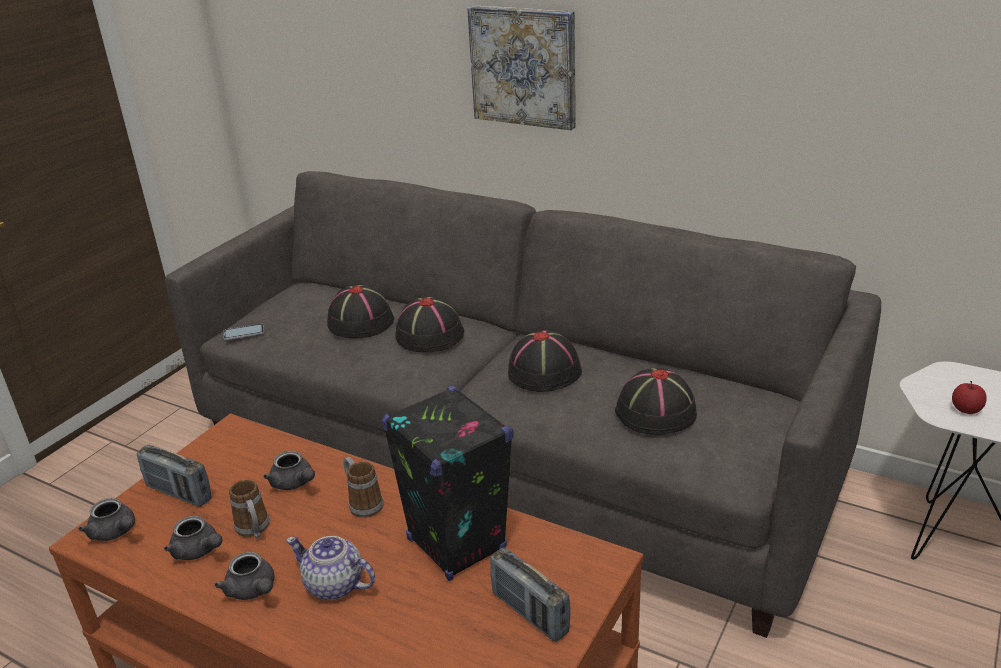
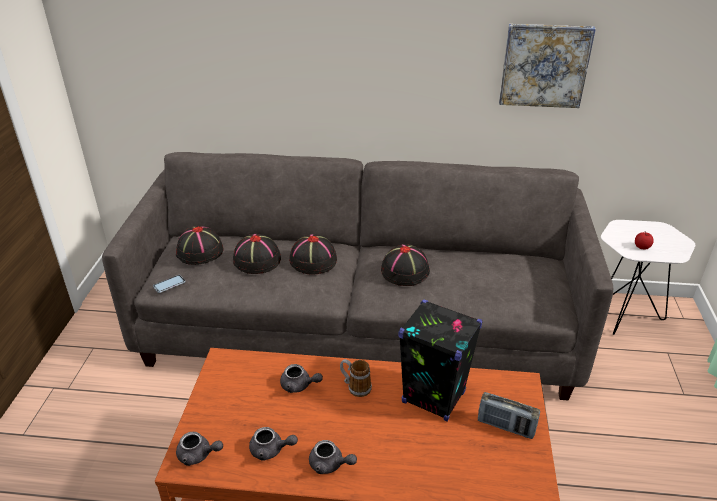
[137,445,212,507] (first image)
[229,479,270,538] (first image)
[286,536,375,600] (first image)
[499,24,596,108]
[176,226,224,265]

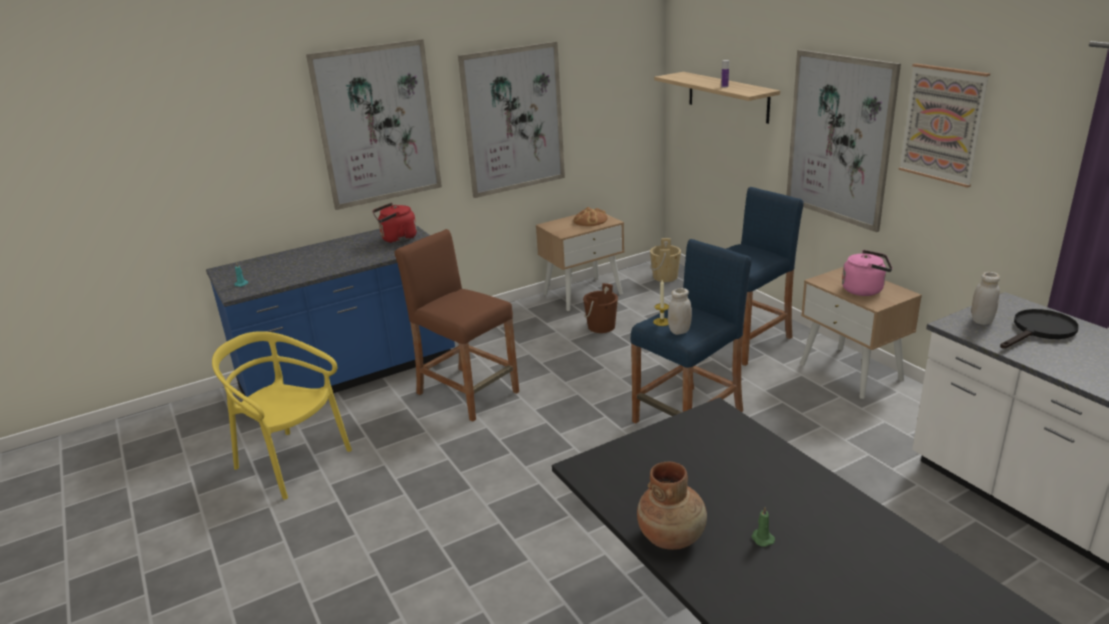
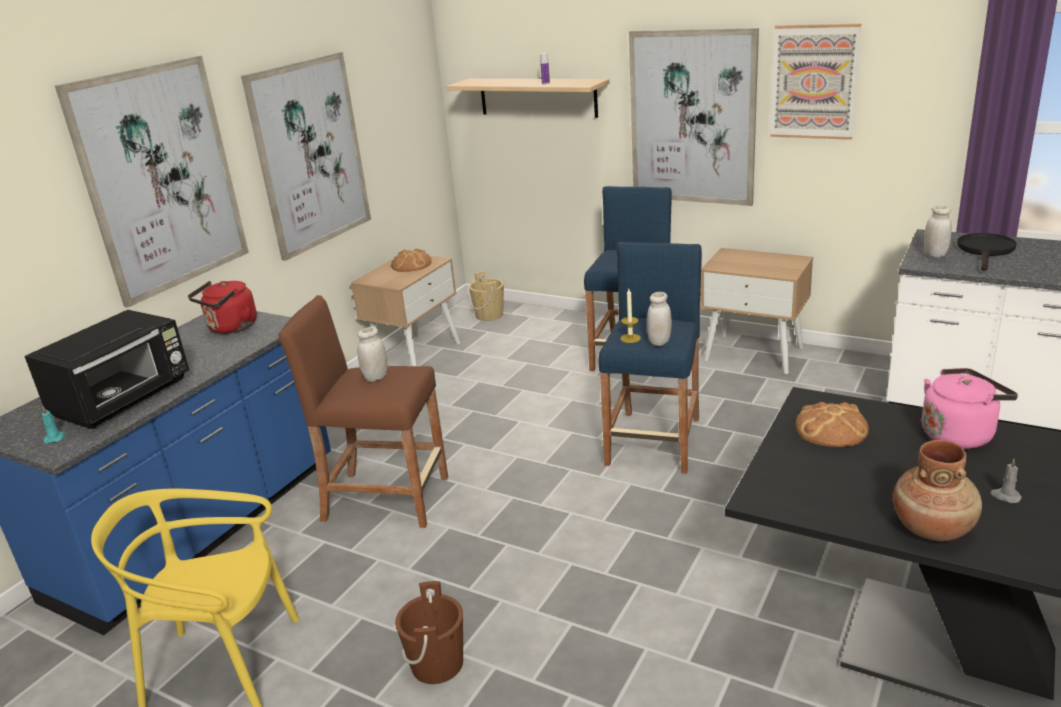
[25,310,189,429]
[357,327,388,382]
[795,402,869,447]
[395,581,463,684]
[922,368,1018,449]
[990,459,1022,503]

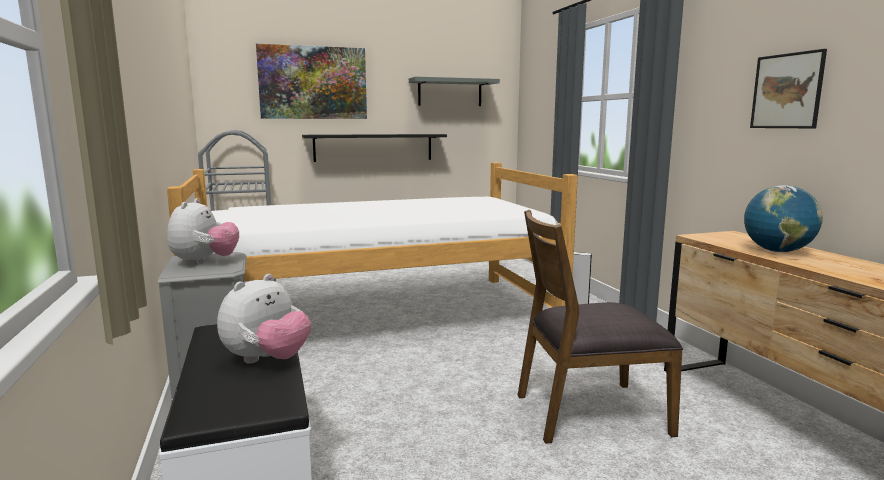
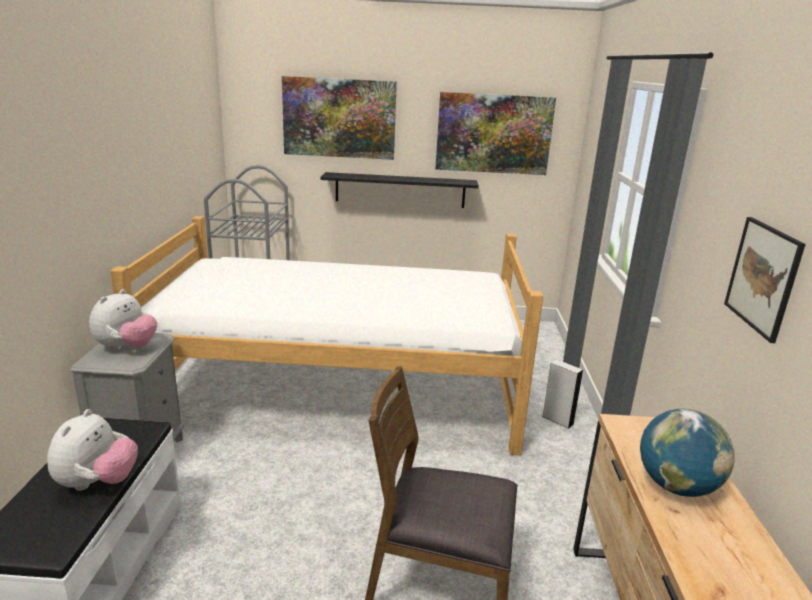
[435,92,556,175]
[47,409,138,491]

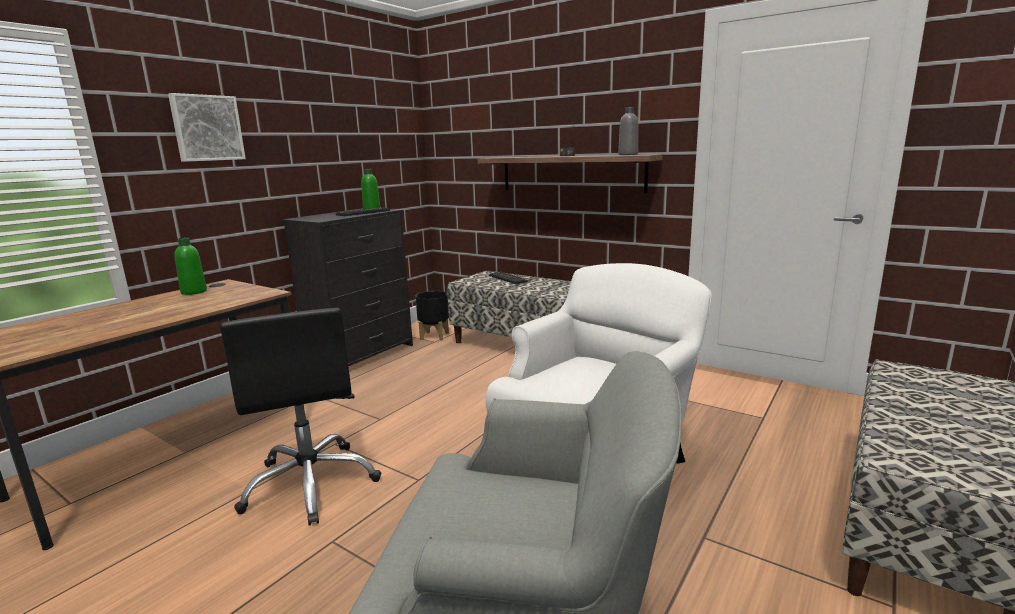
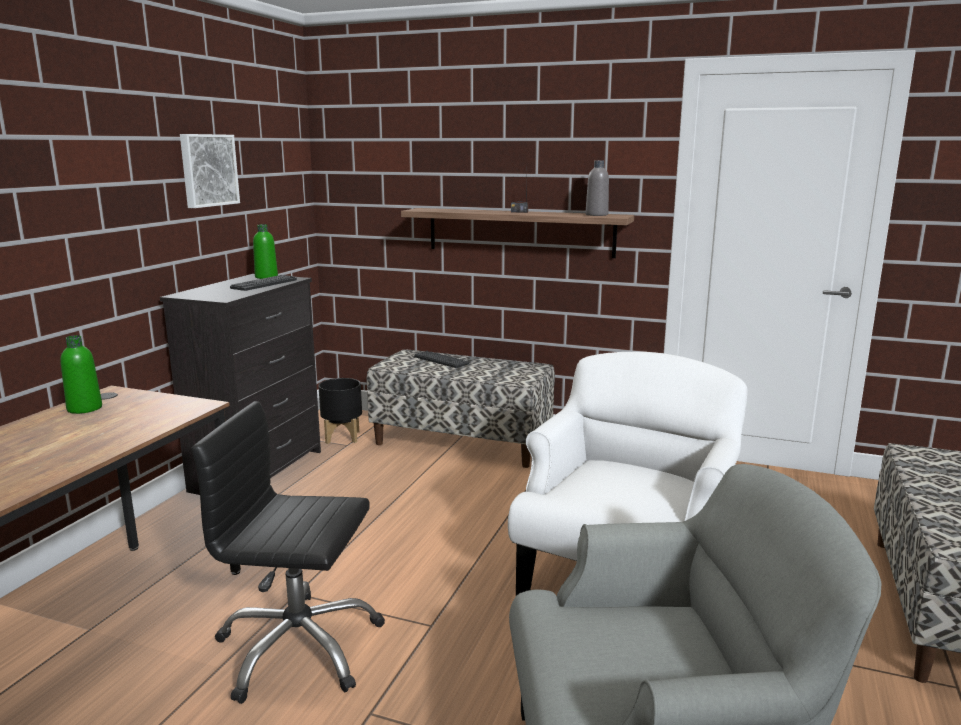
[180,134,240,208]
[191,401,385,704]

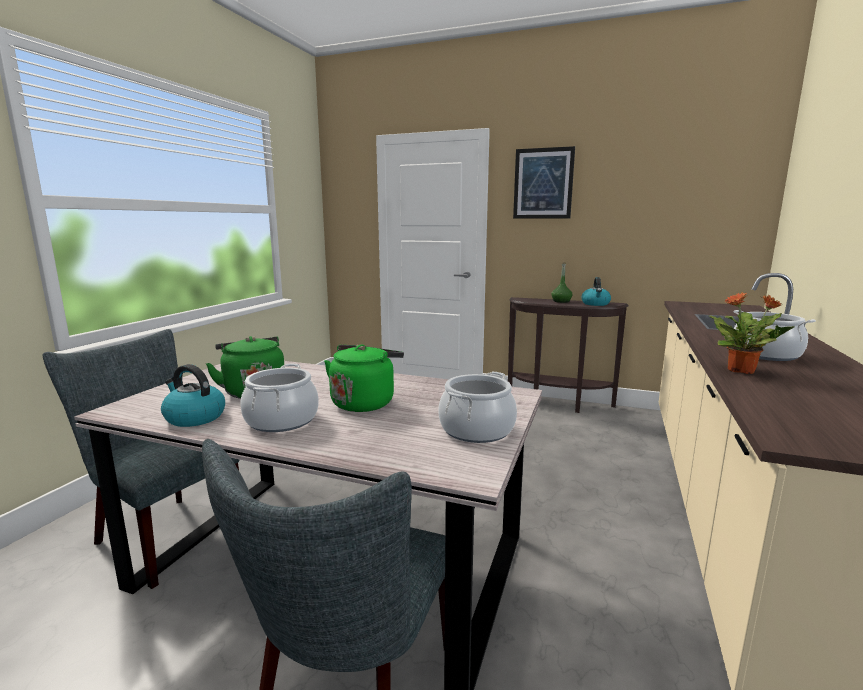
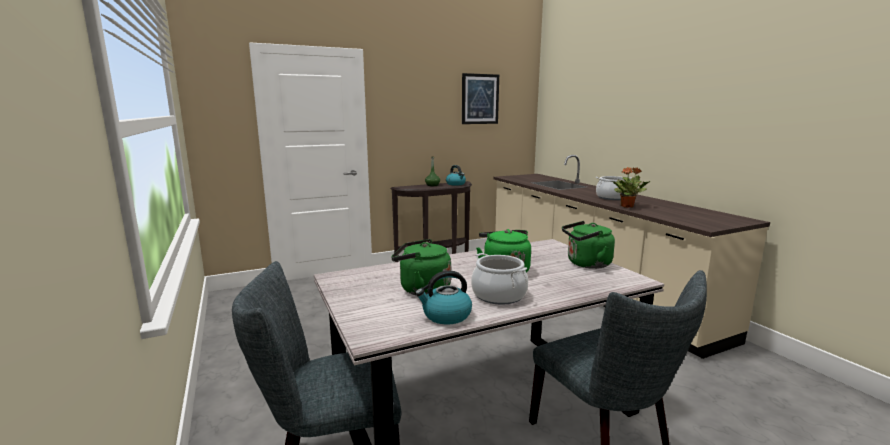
[462,73,499,124]
[562,221,615,269]

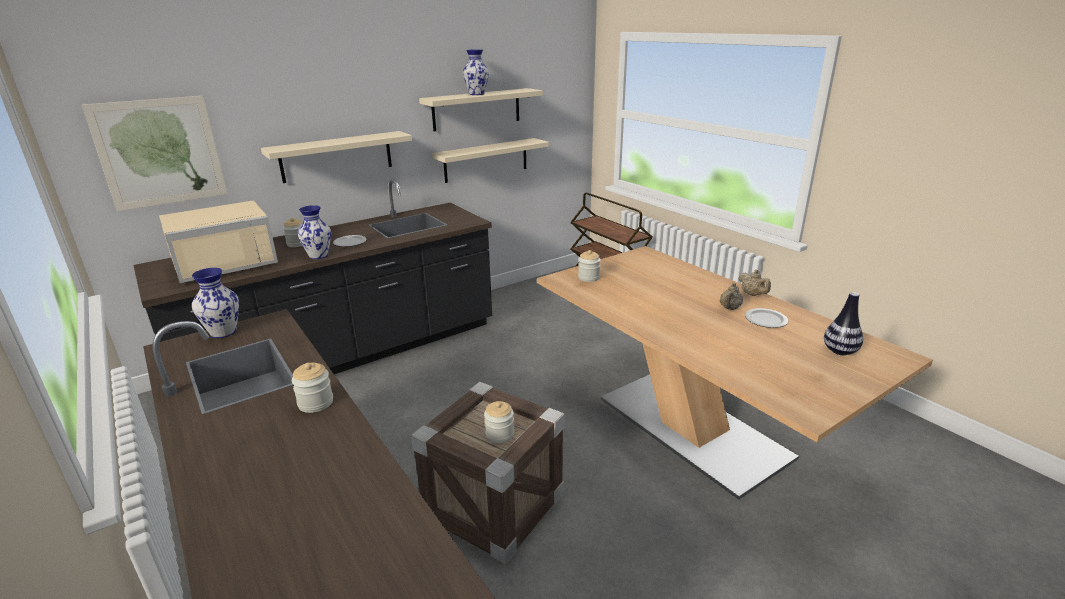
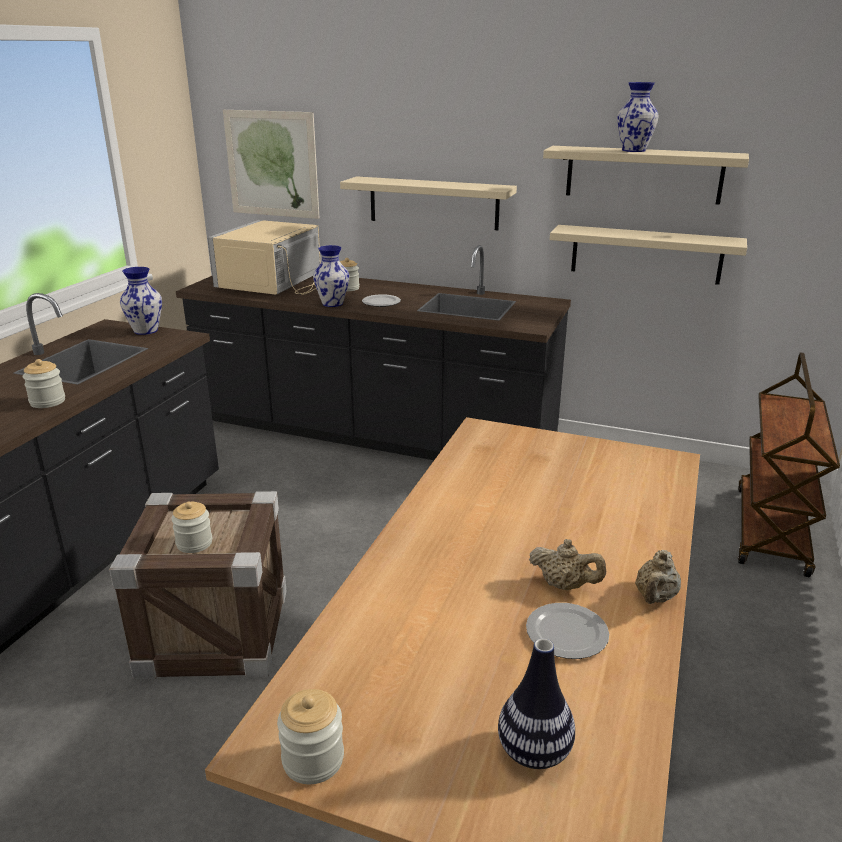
[277,689,344,784]
[208,220,321,295]
[529,539,606,590]

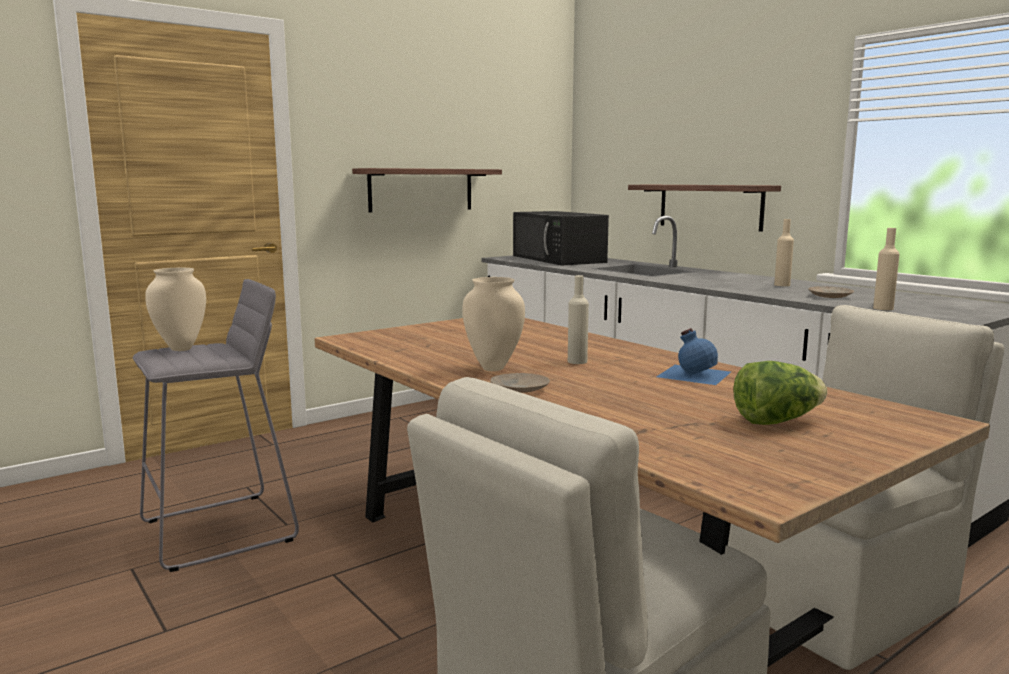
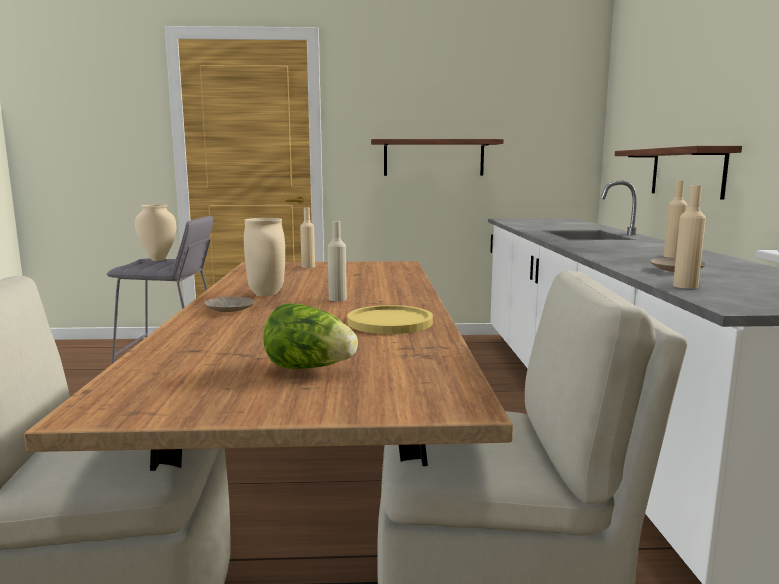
[513,211,609,266] (first image)
[300,207,315,268]
[347,305,433,334]

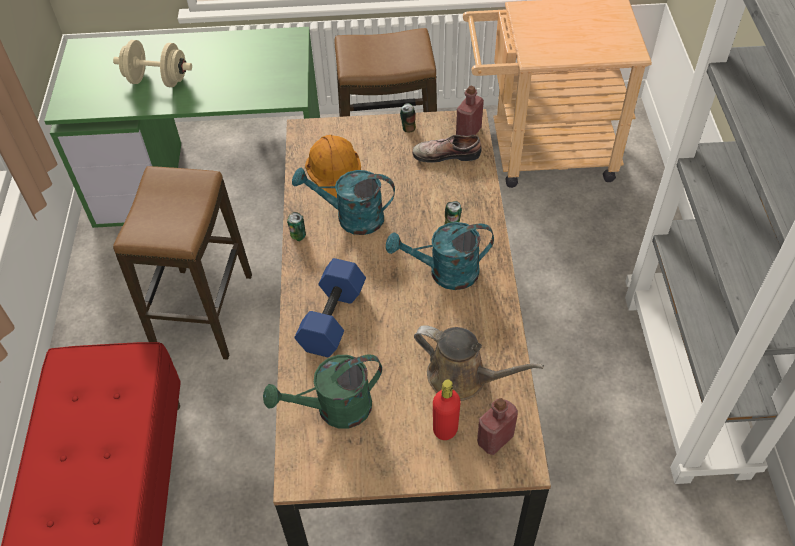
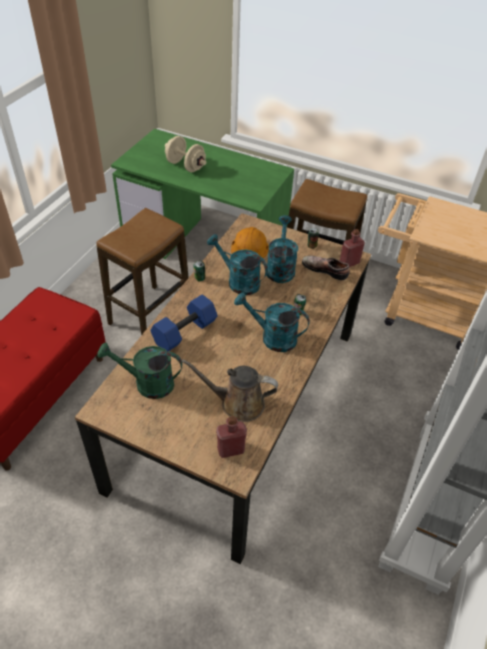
[433,380,461,440] (first image)
[267,215,298,283]
[181,359,278,422]

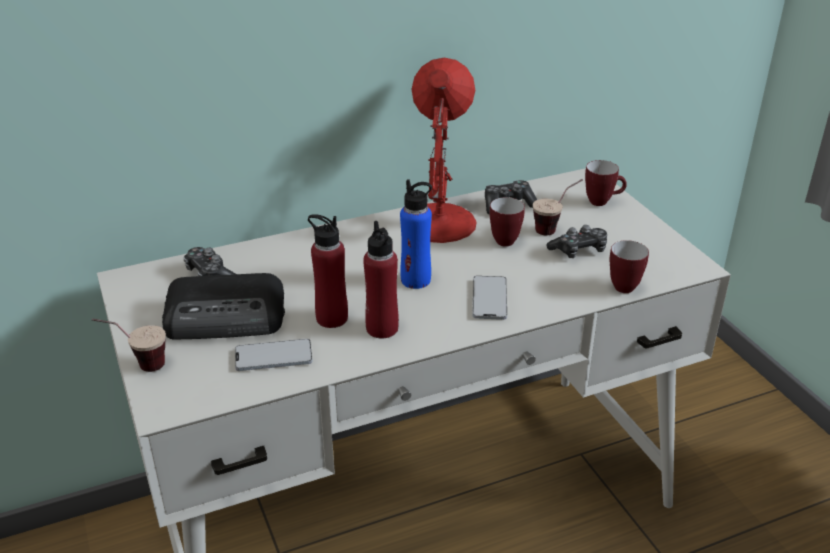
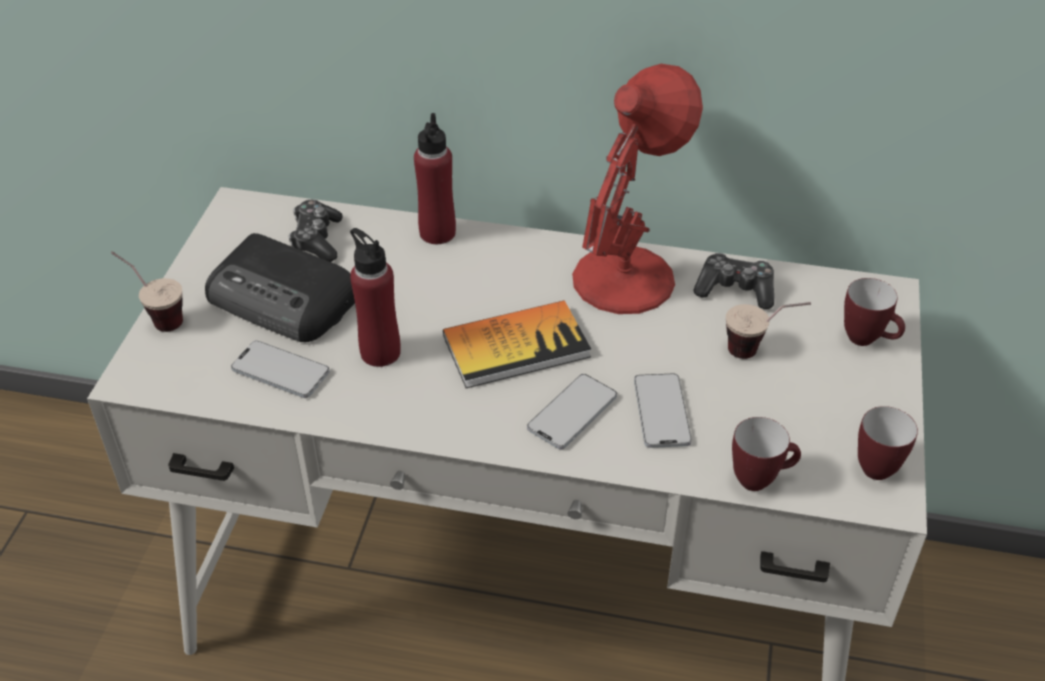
[547,225,607,258] (first image)
[634,373,692,448]
[414,113,456,244]
[858,406,918,480]
[443,300,591,388]

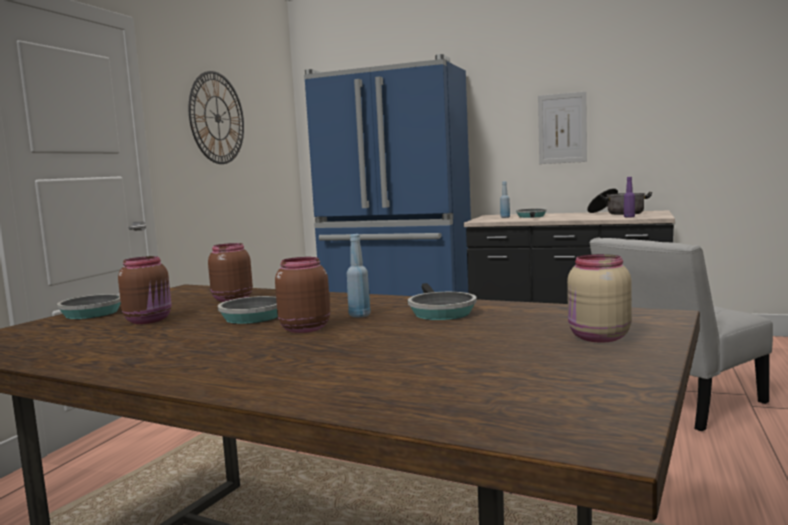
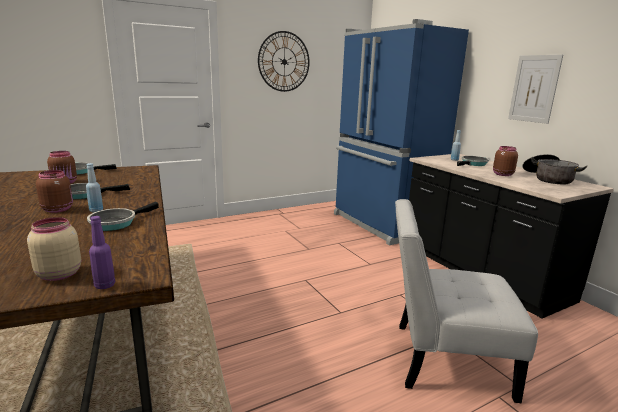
[493,146,518,176]
[89,216,115,289]

